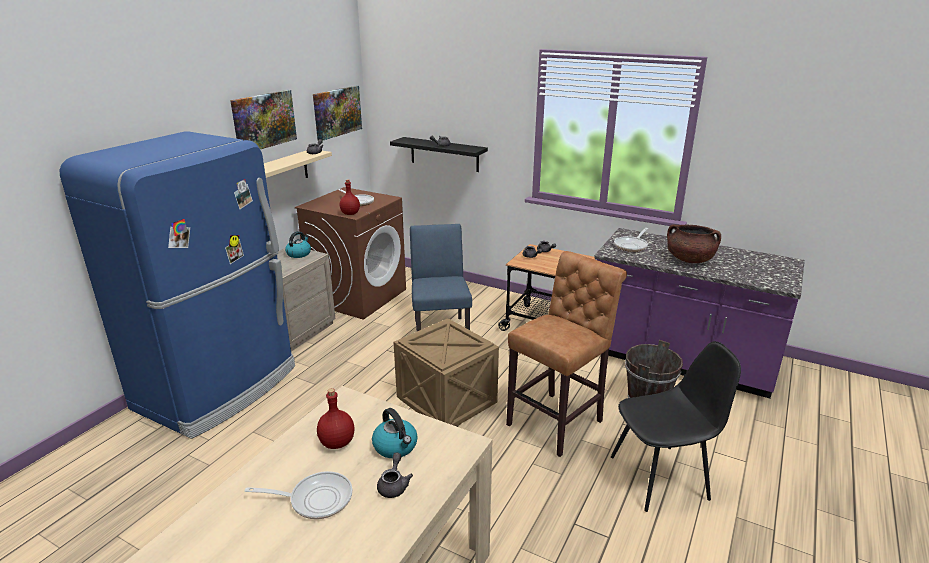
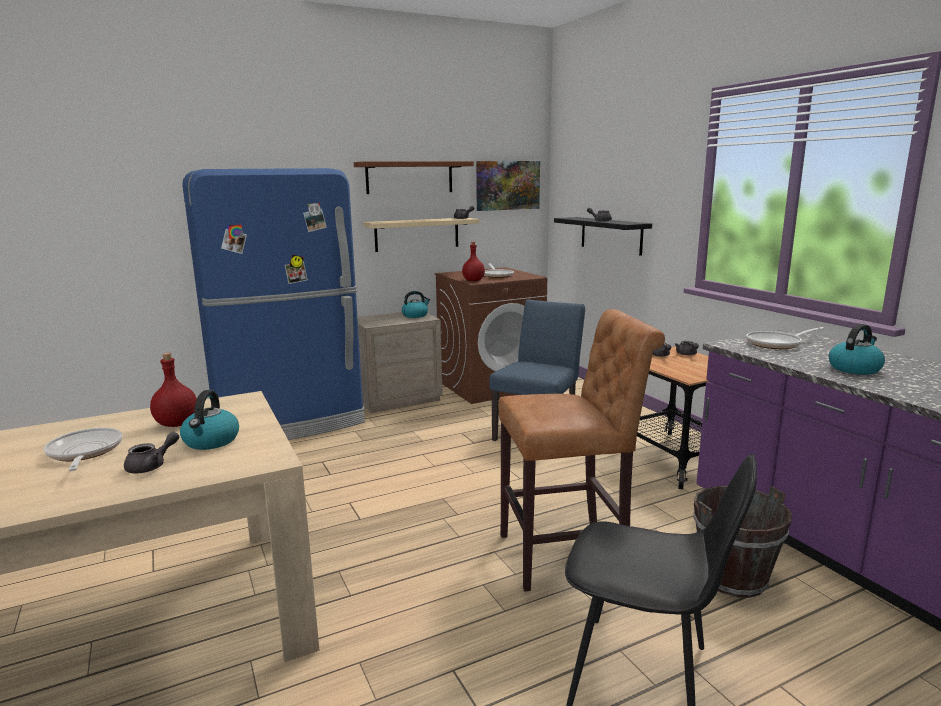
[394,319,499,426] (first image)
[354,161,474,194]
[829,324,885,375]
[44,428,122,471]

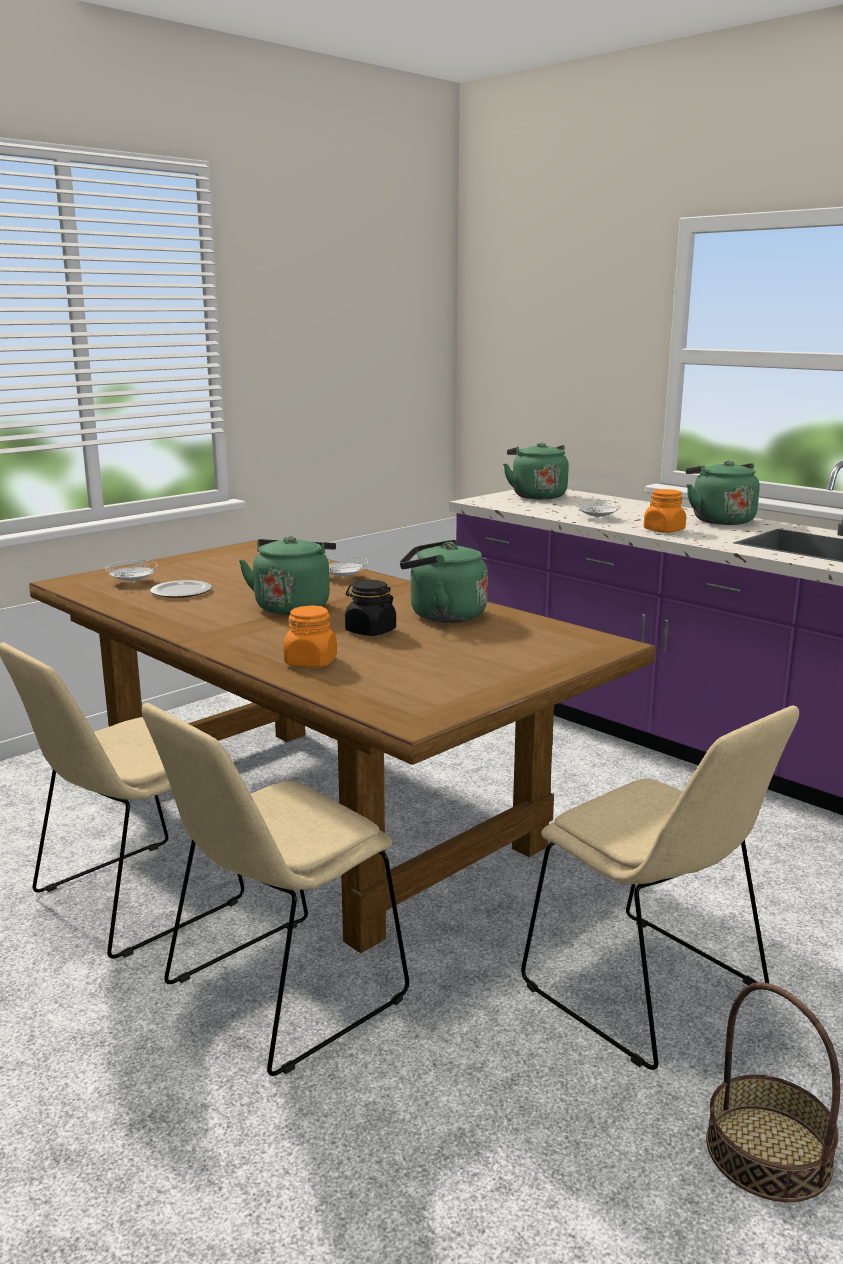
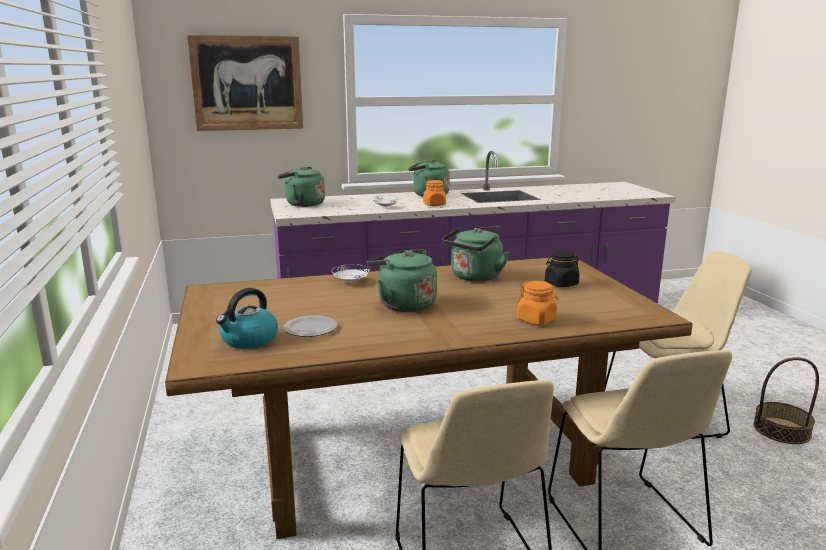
[187,35,303,131]
[545,250,580,287]
[216,288,278,349]

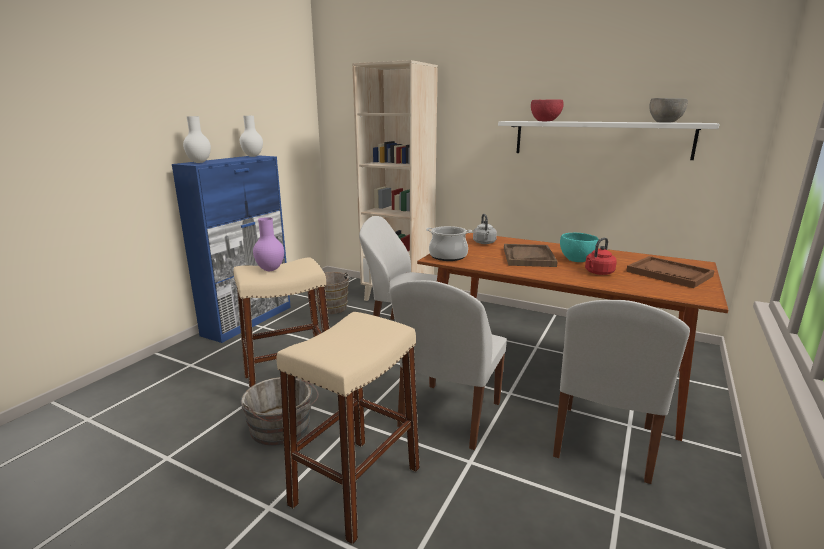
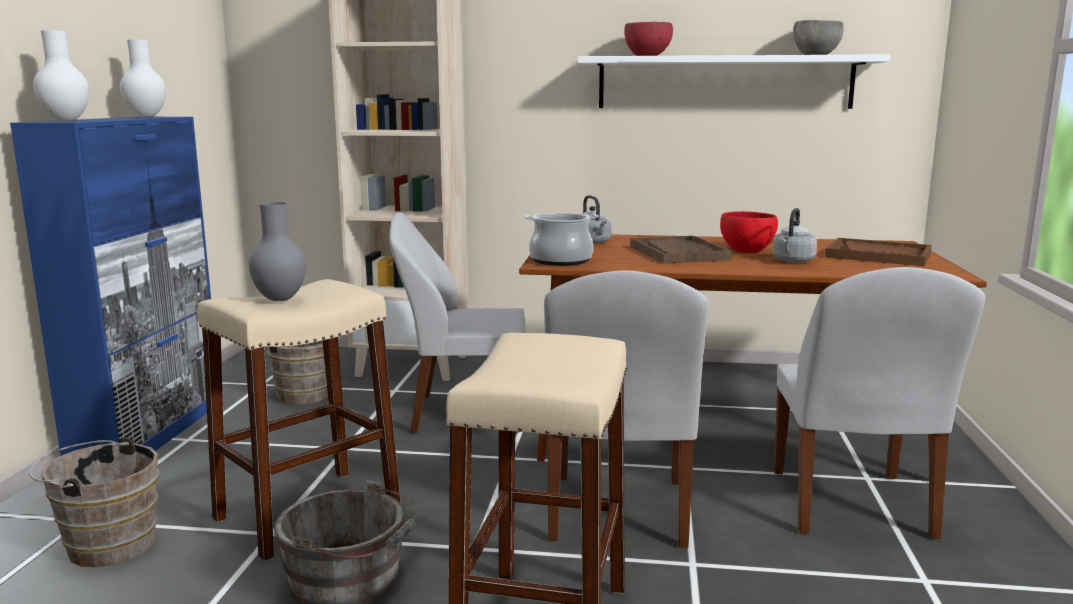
[29,438,159,567]
[249,202,306,301]
[720,211,778,253]
[772,208,817,263]

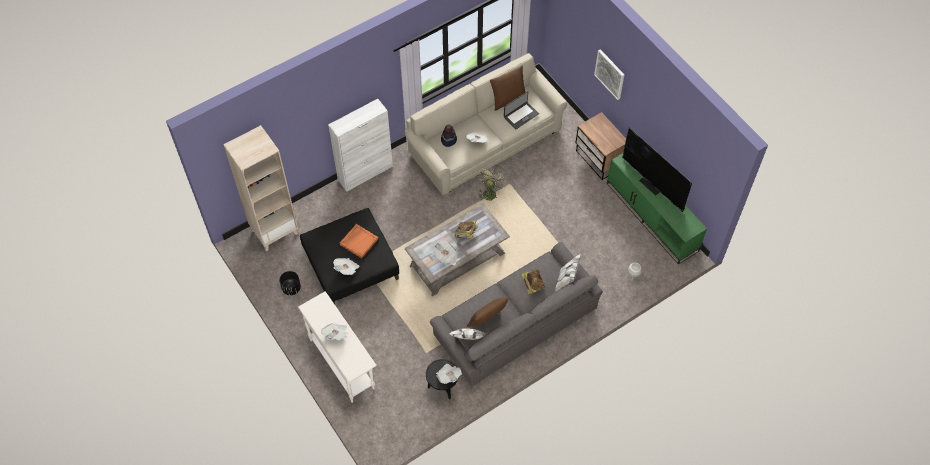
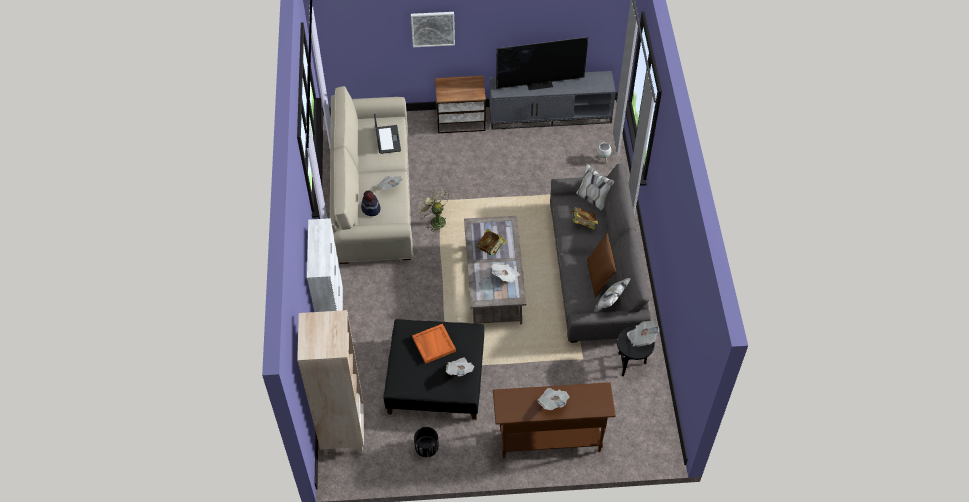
[490,66,526,111] (first image)
[493,382,616,458]
[489,71,616,130]

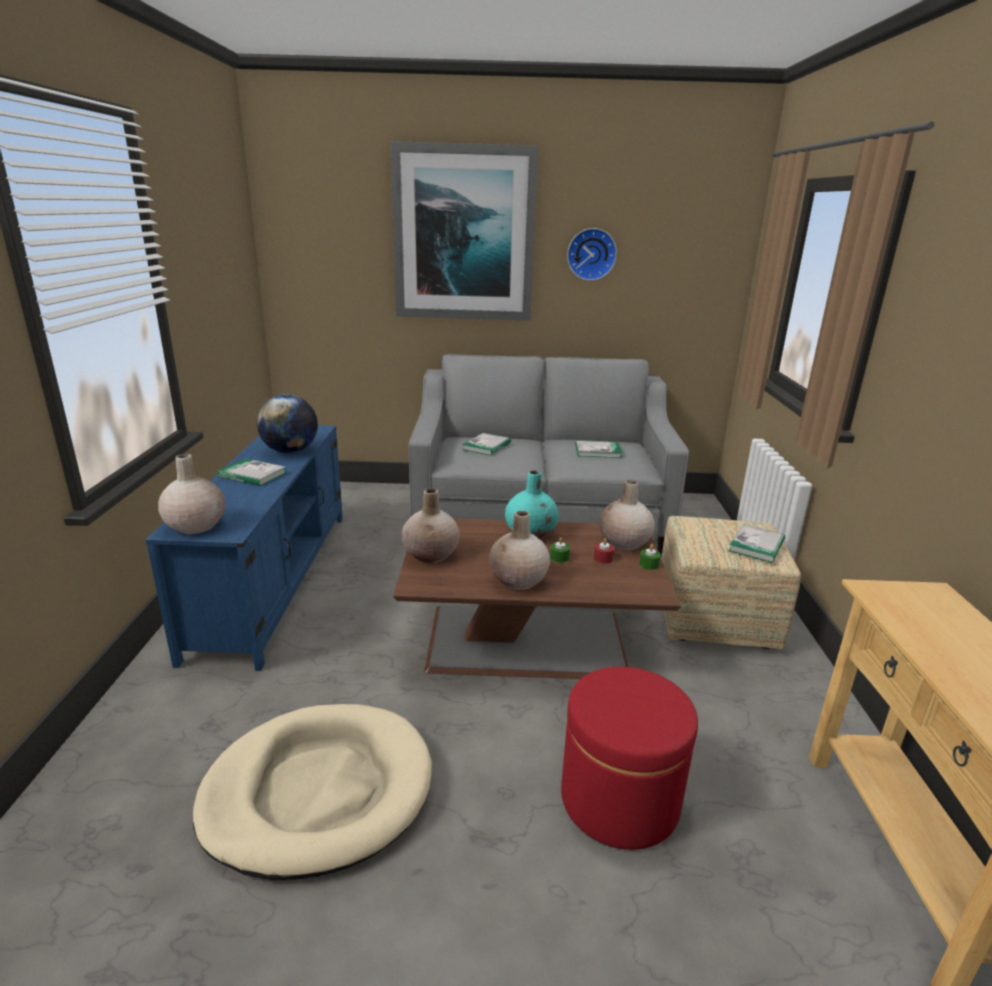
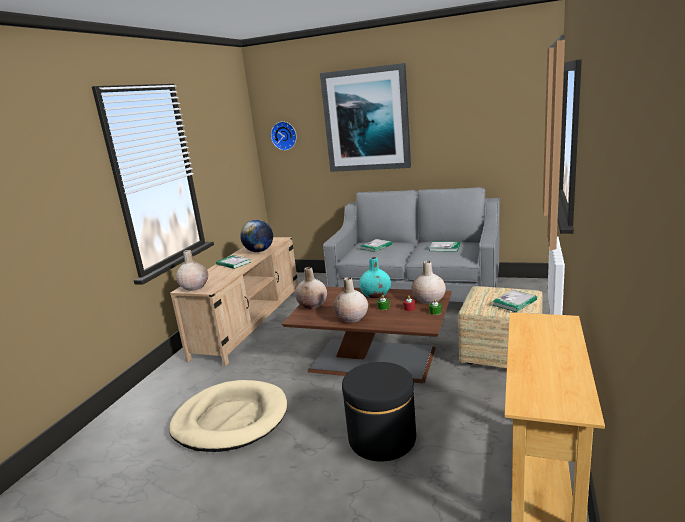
[271,122,297,151]
[170,237,298,366]
[342,362,416,461]

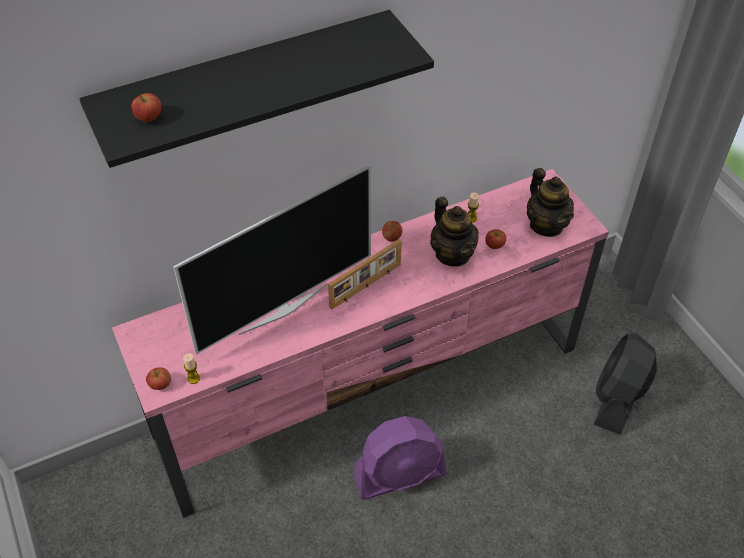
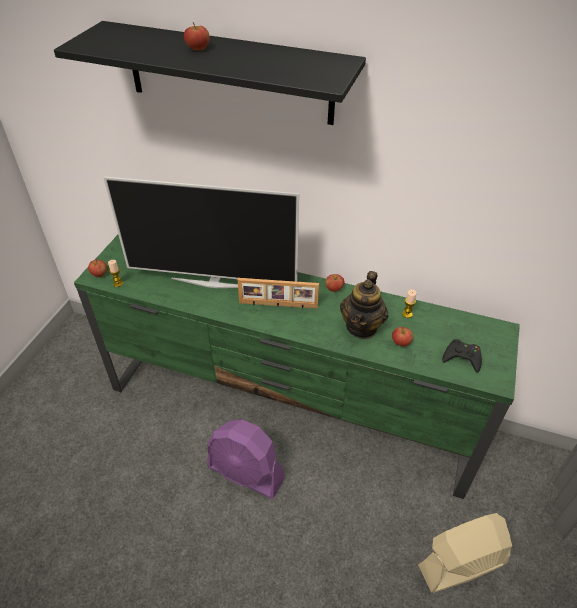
[184,22,210,51]
[442,339,482,373]
[74,235,520,499]
[418,513,512,593]

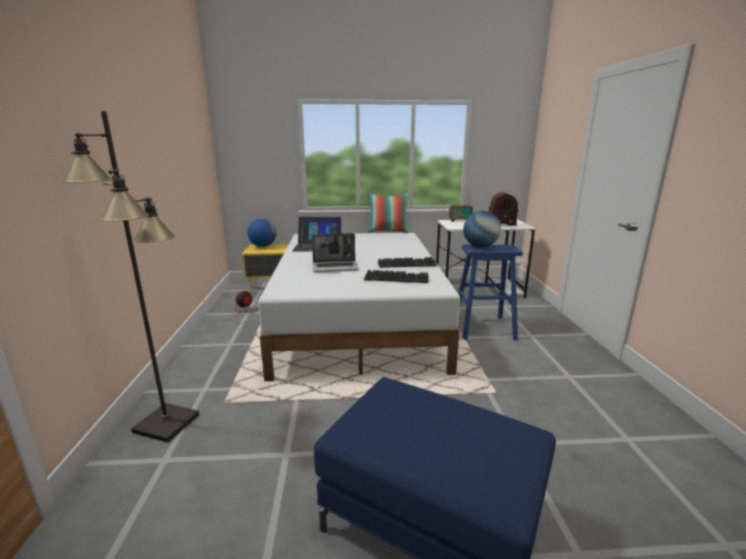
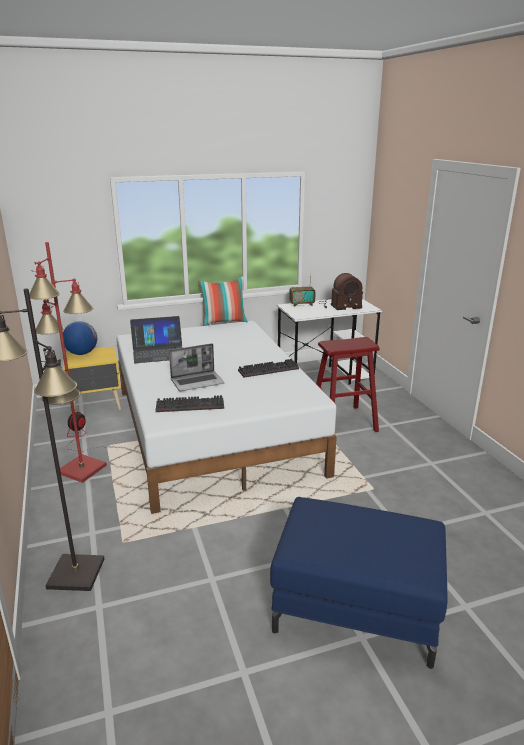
[463,211,501,247] (first image)
[29,242,107,483]
[156,395,224,412]
[316,337,380,432]

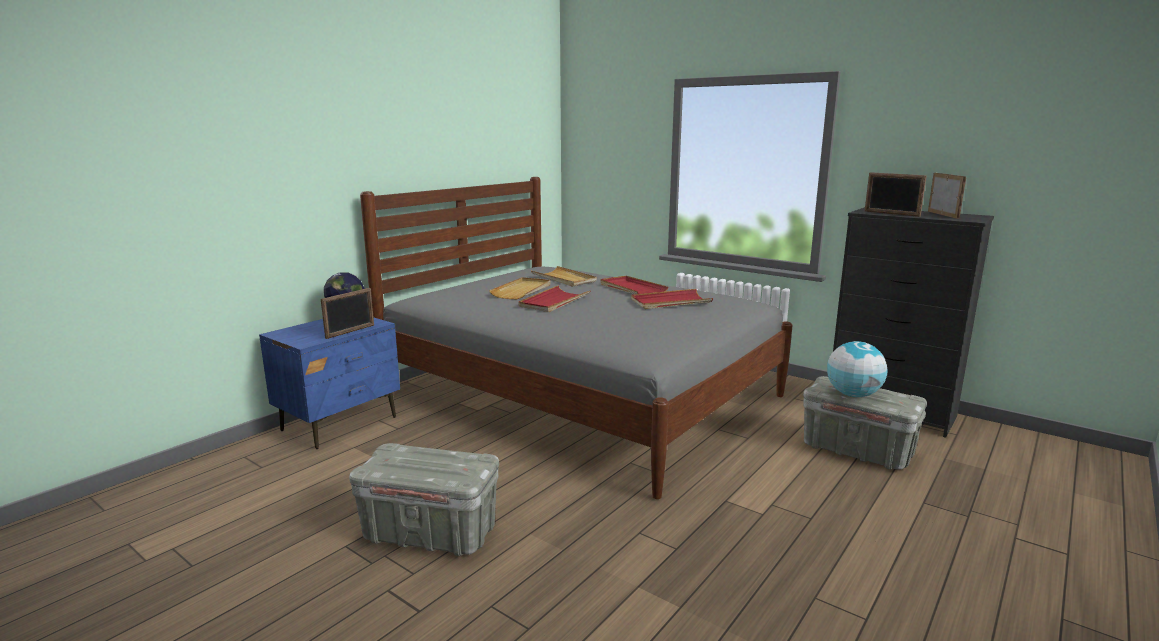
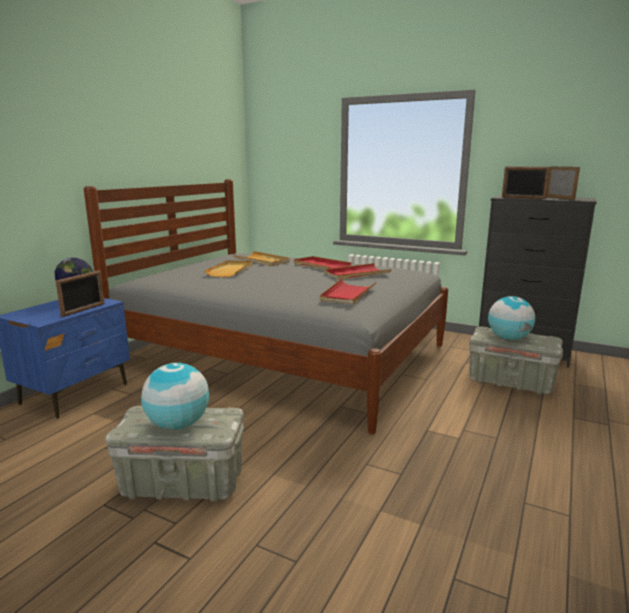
[141,363,209,430]
[320,279,376,305]

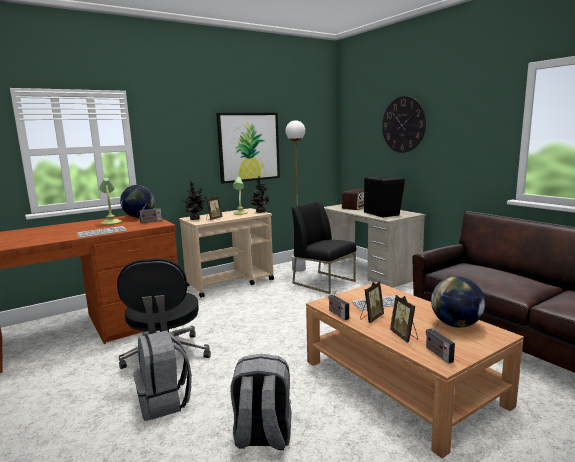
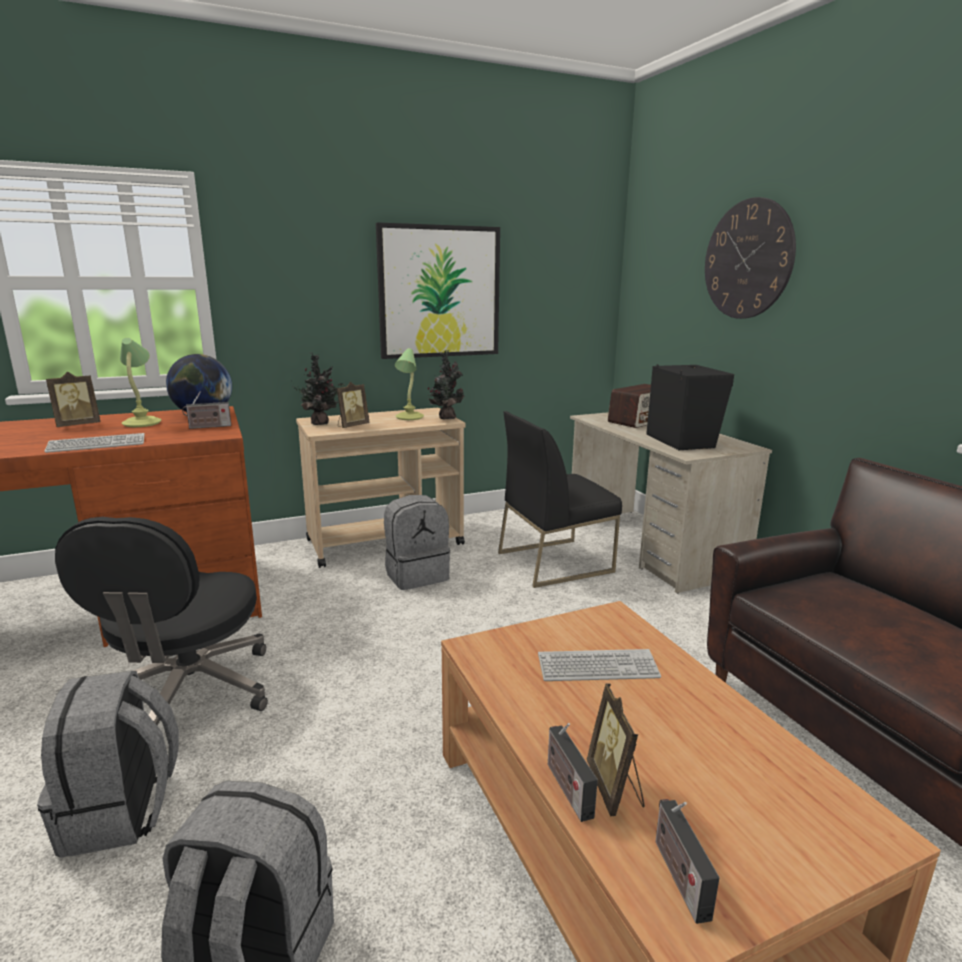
[286,120,306,272] (first image)
[431,277,485,328] (first image)
[384,495,450,590]
[548,723,598,822]
[46,372,100,427]
[498,411,622,588]

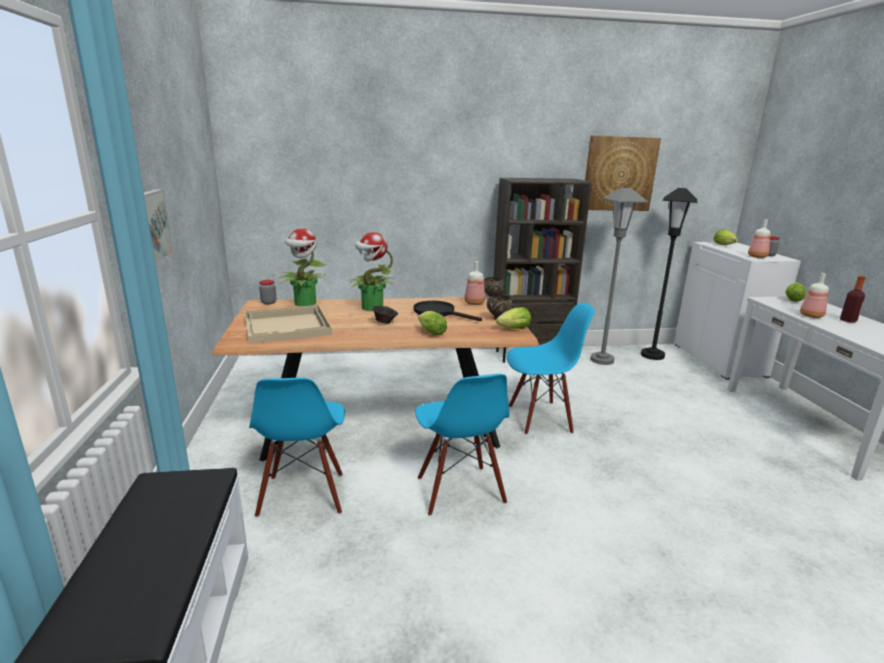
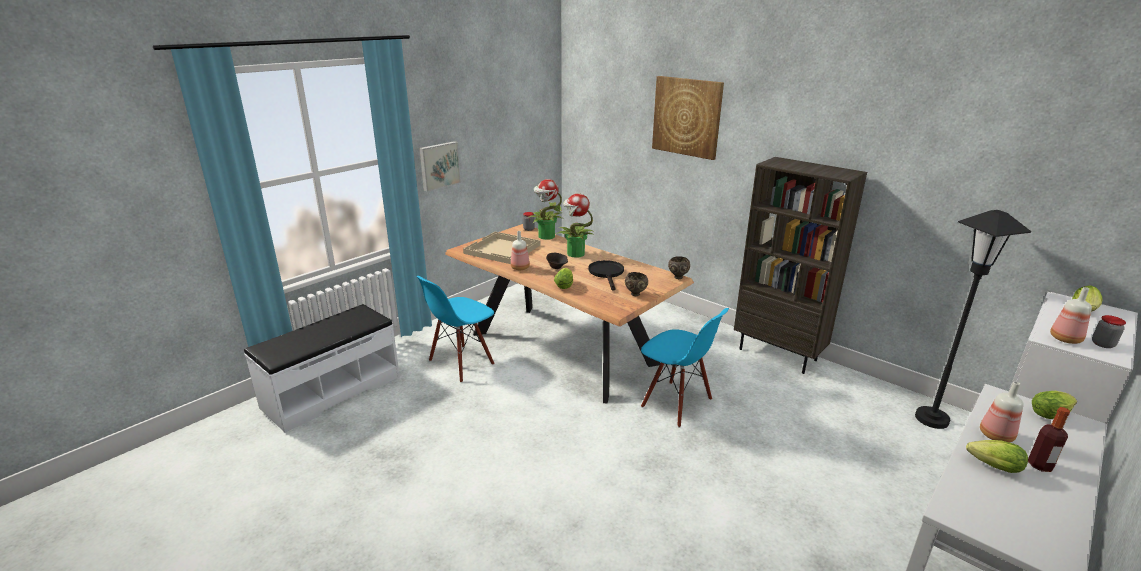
[415,374,509,516] (first image)
[590,188,648,365] (first image)
[511,231,530,270]
[966,440,1028,473]
[652,76,724,160]

